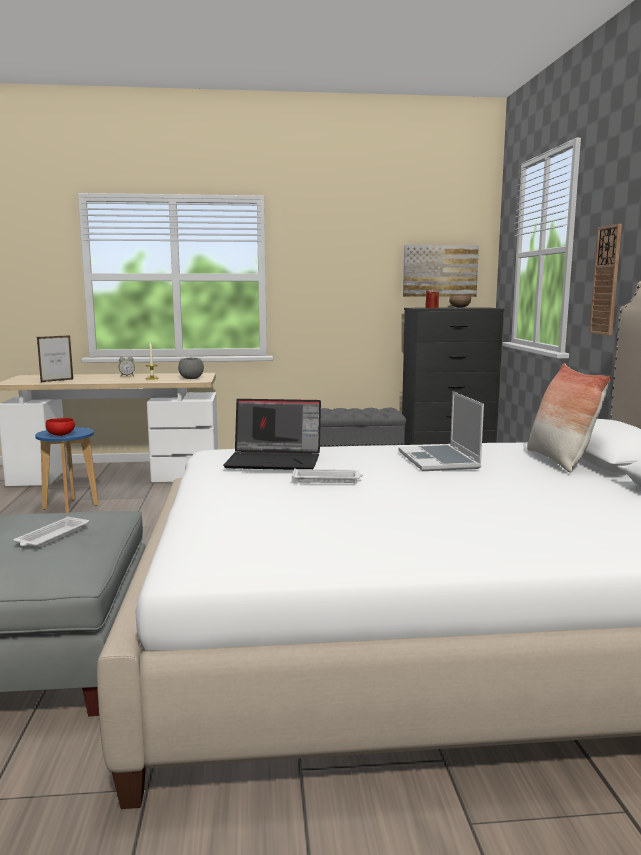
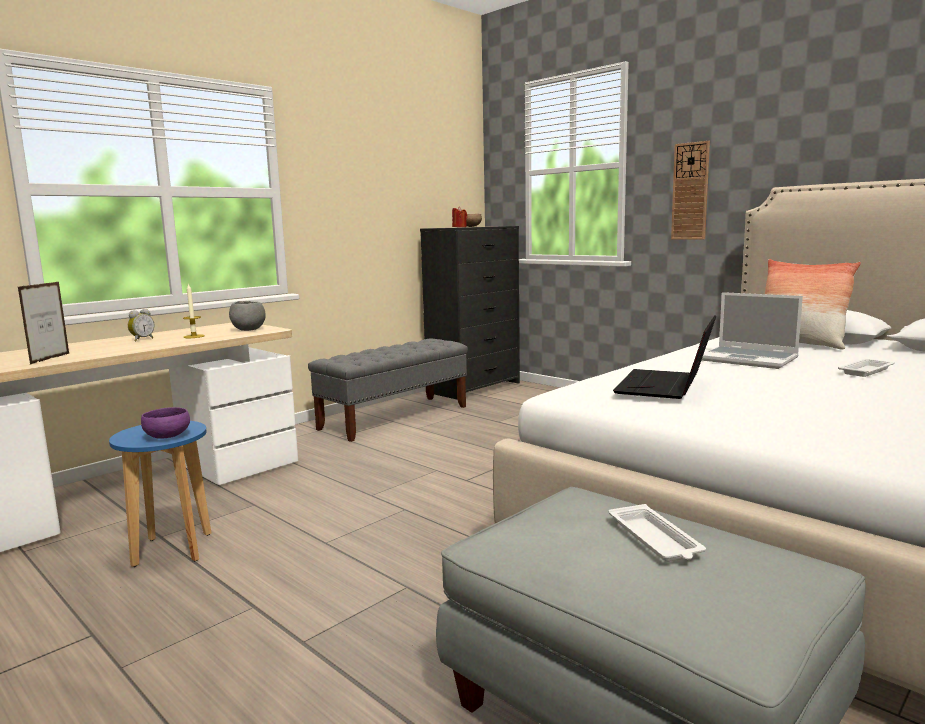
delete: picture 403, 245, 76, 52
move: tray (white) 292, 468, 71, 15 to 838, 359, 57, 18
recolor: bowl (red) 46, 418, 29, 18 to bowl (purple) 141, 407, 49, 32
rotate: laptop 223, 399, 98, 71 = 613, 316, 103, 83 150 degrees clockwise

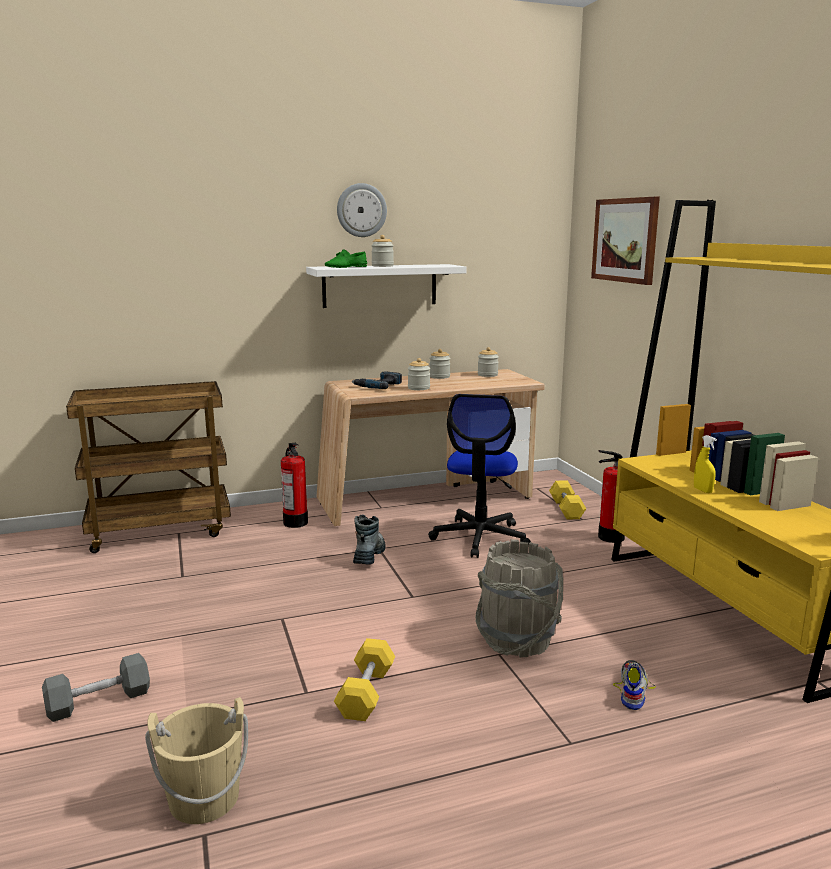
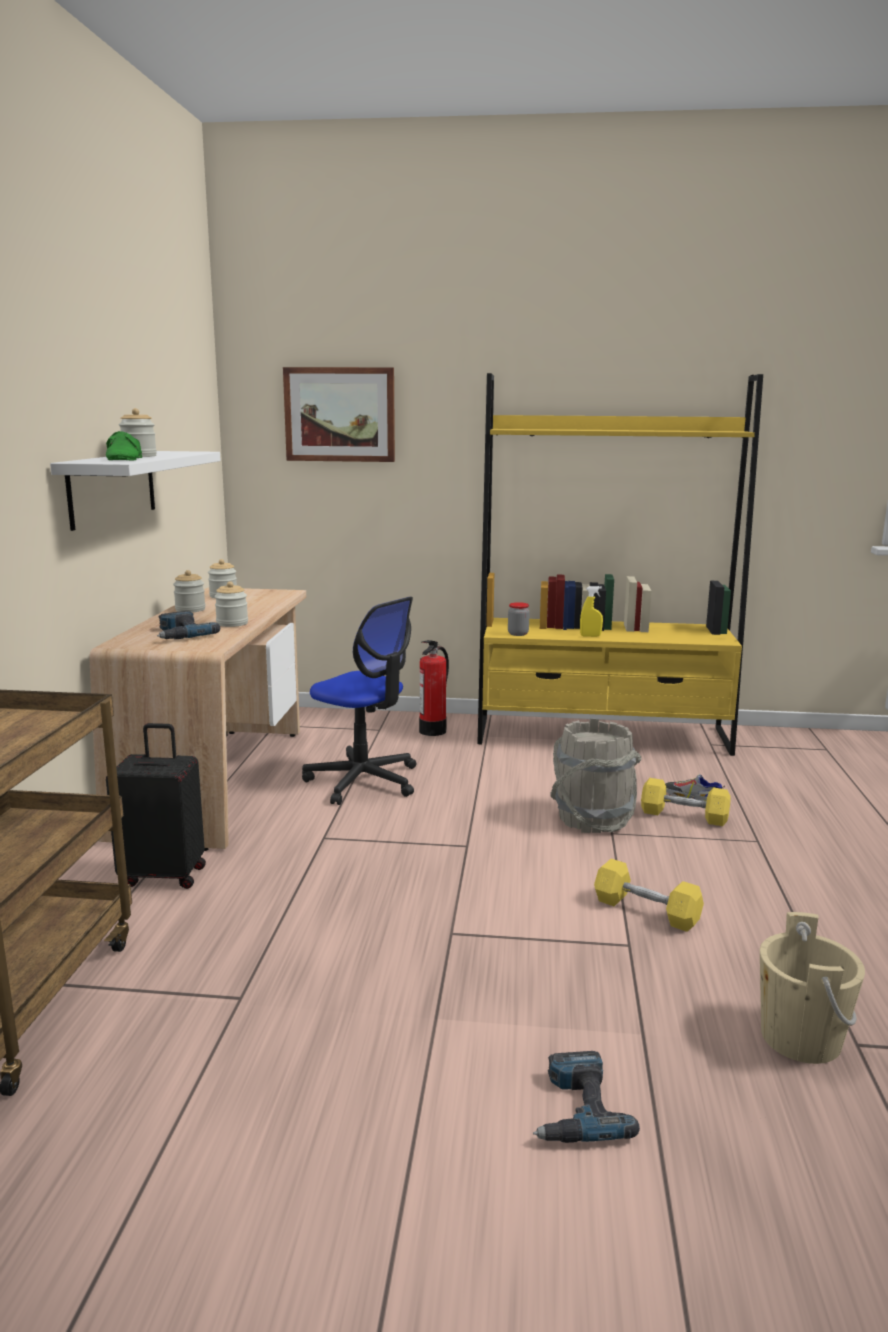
delete: wall clock 337, 183, 50, 54; boot 353, 514, 33, 51
insert: jar 508, 602, 22, 34
move: dumbbell (yellow) 549, 480, 37, 40 to 641, 778, 90, 48
replace: fire extinguisher 281, 443, 27, 85 to suitcase (black) 106, 723, 100, 166; dumbbell (grey) 42, 653, 108, 69 to power drill 533, 1051, 107, 92

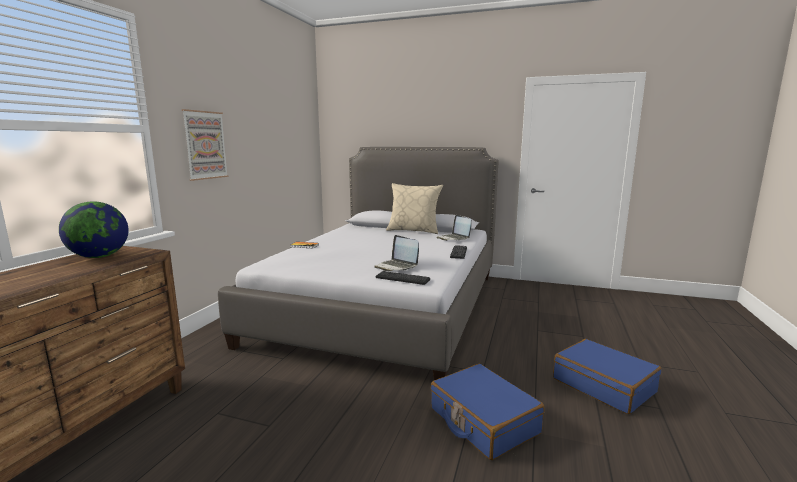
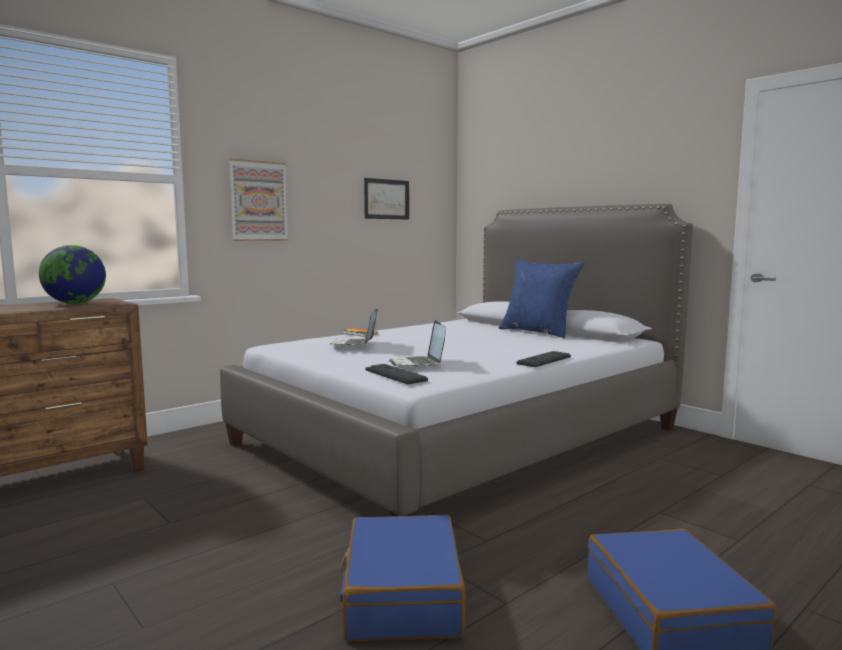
insert: picture 364, 178, 45, 42
move: laptop 437, 215, 34, 26 to 330, 308, 48, 38
recolor: pillow (beige) 386, 183, 57, 51 to pillow (blue) 499, 260, 85, 78

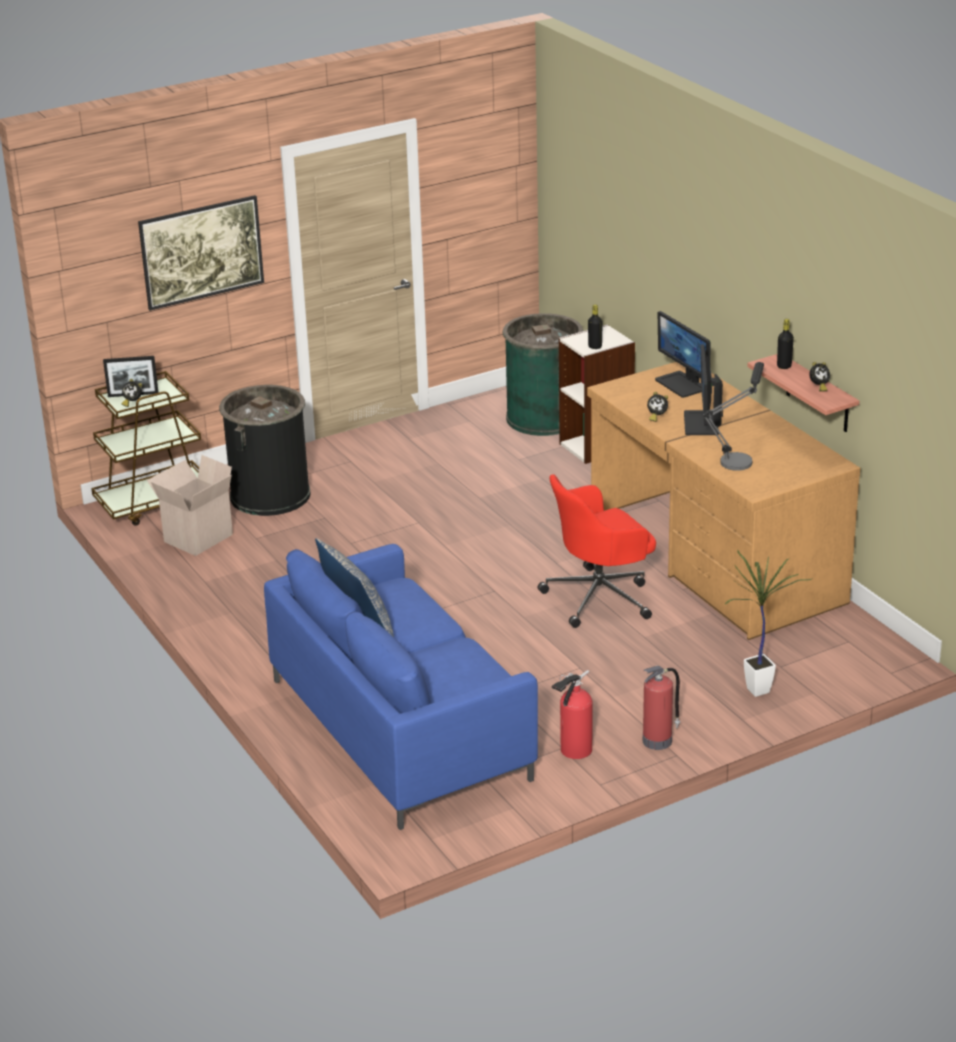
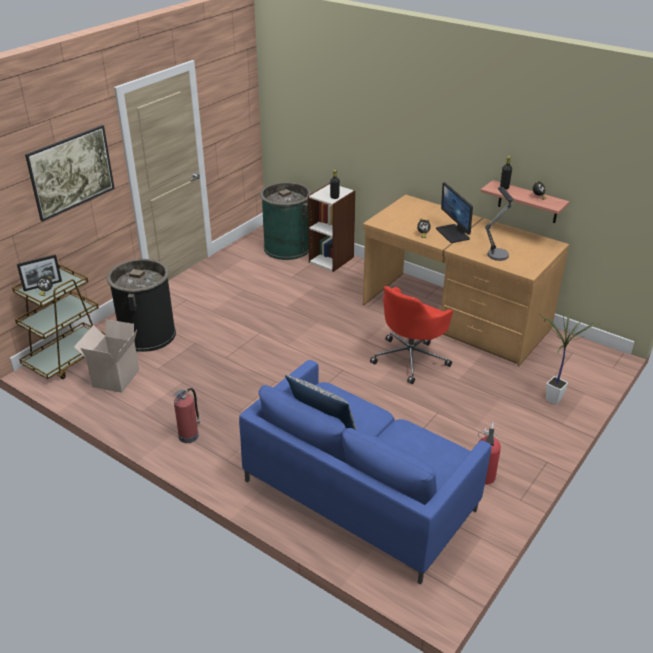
delete: monitor 655, 311, 55, 87
move: fire extinguisher 643, 666, 37, 84 to 173, 388, 27, 55

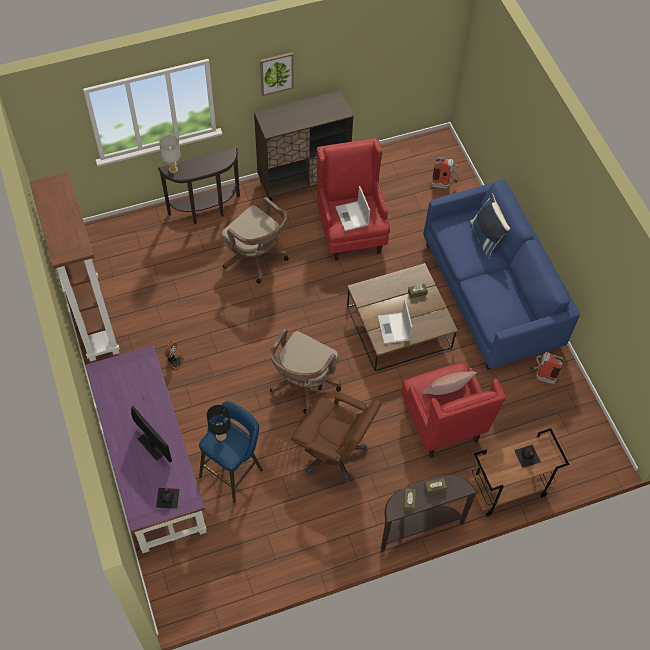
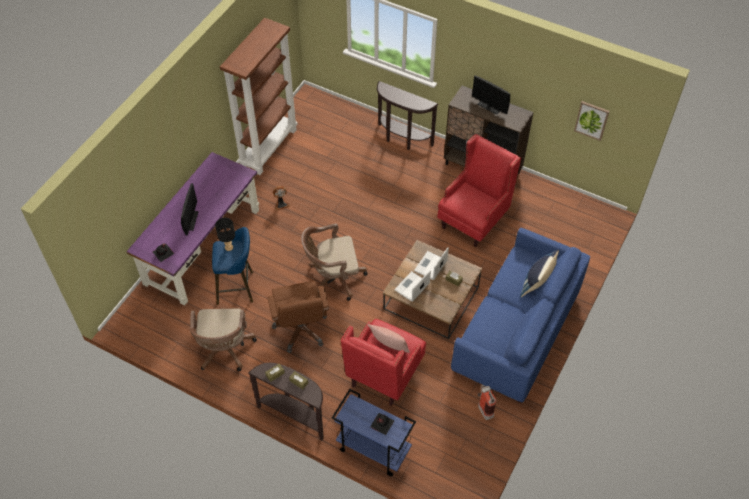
delete: table lamp (grey) 159, 135, 22, 39; fire extinguisher 431, 157, 27, 32
insert: monitor 472, 75, 38, 40
move: picture 260, 52, 34, 44 to 574, 101, 35, 40; laptop 335, 186, 35, 45 to 414, 247, 35, 33; office chair (brown) 221, 197, 67, 86 to 190, 308, 67, 63
recolor: cart (brown) 468, 428, 101, 88 to cart (blue) 331, 389, 85, 87

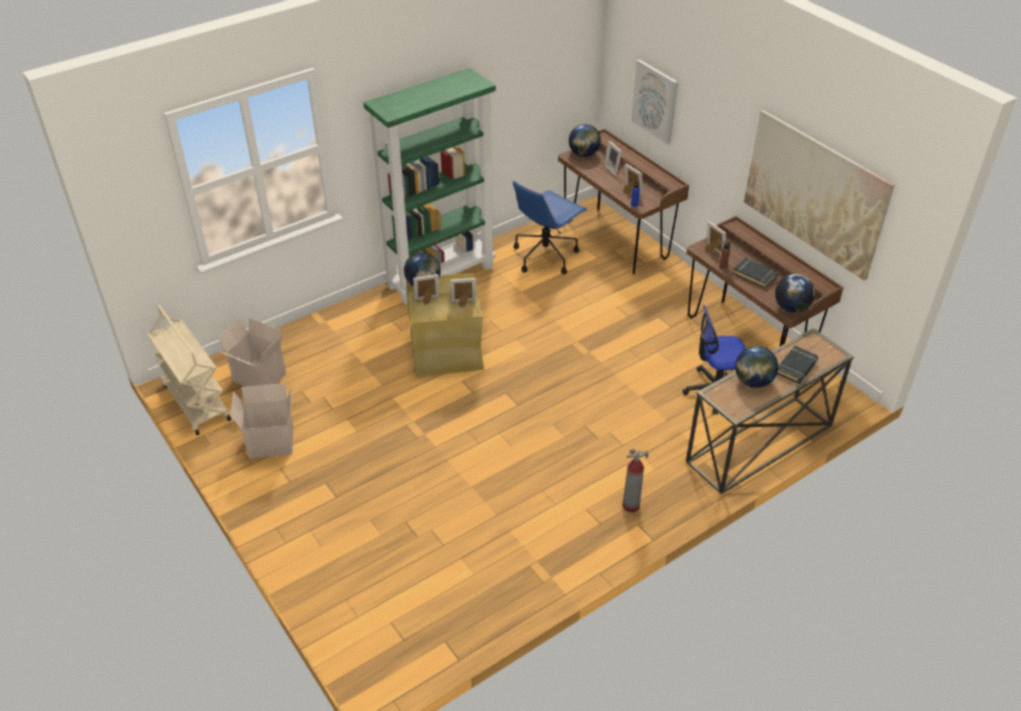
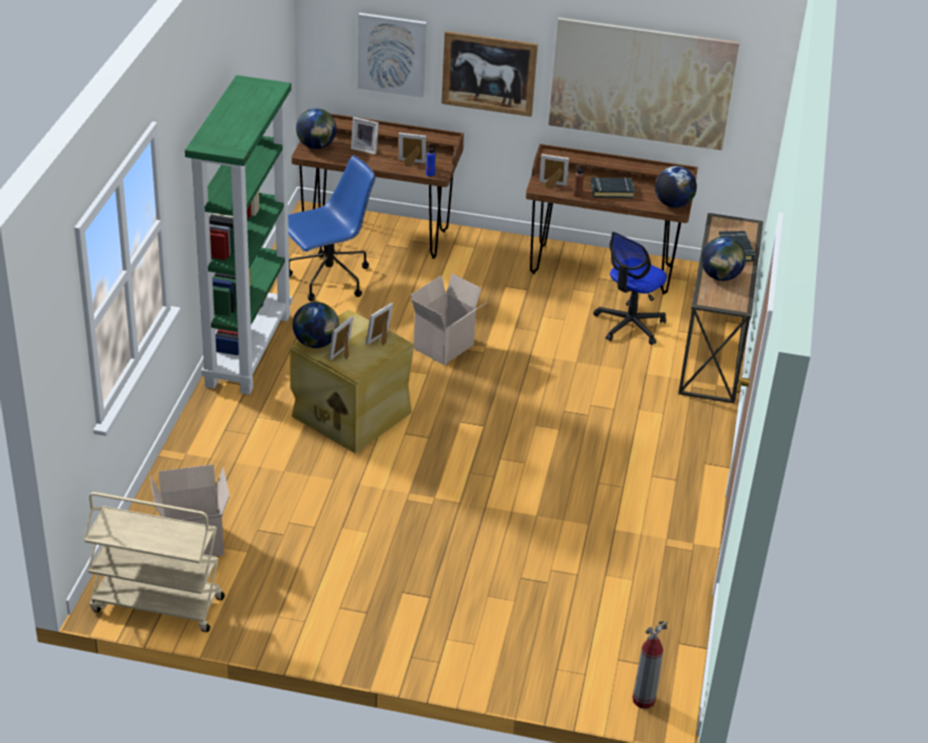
insert: picture 441, 31, 97, 86
move: cardboard box 231, 383, 62, 75 to 411, 273, 76, 92; fire extinguisher 622, 449, 27, 63 to 632, 621, 36, 88
rotate: office chair (blue) 513, 181, 74, 93 = 288, 155, 88, 146 120 degrees counterclockwise

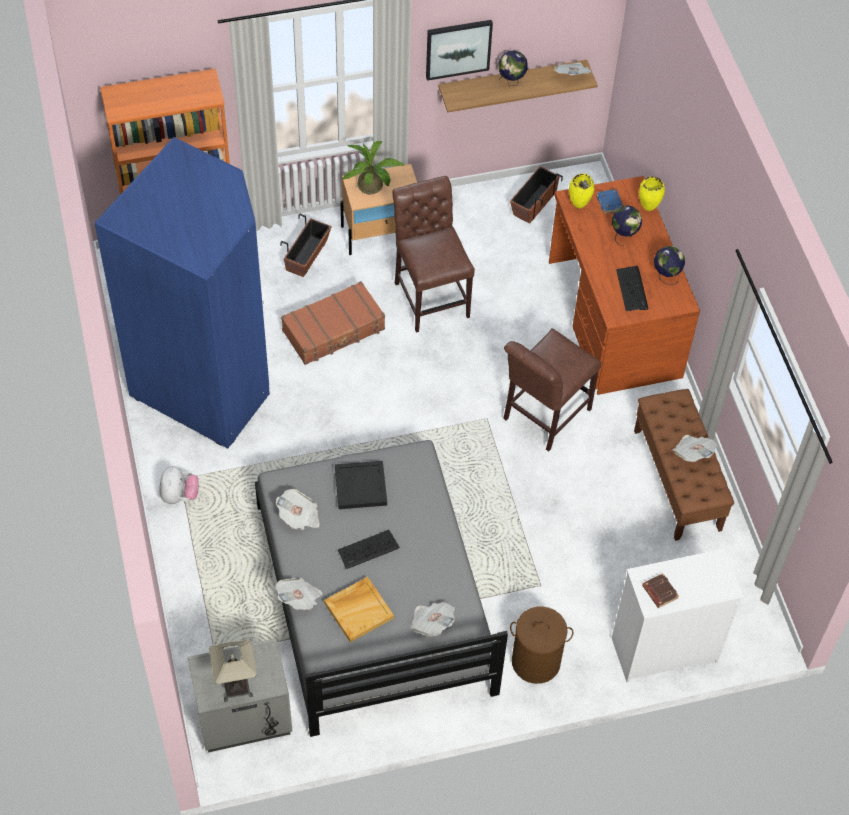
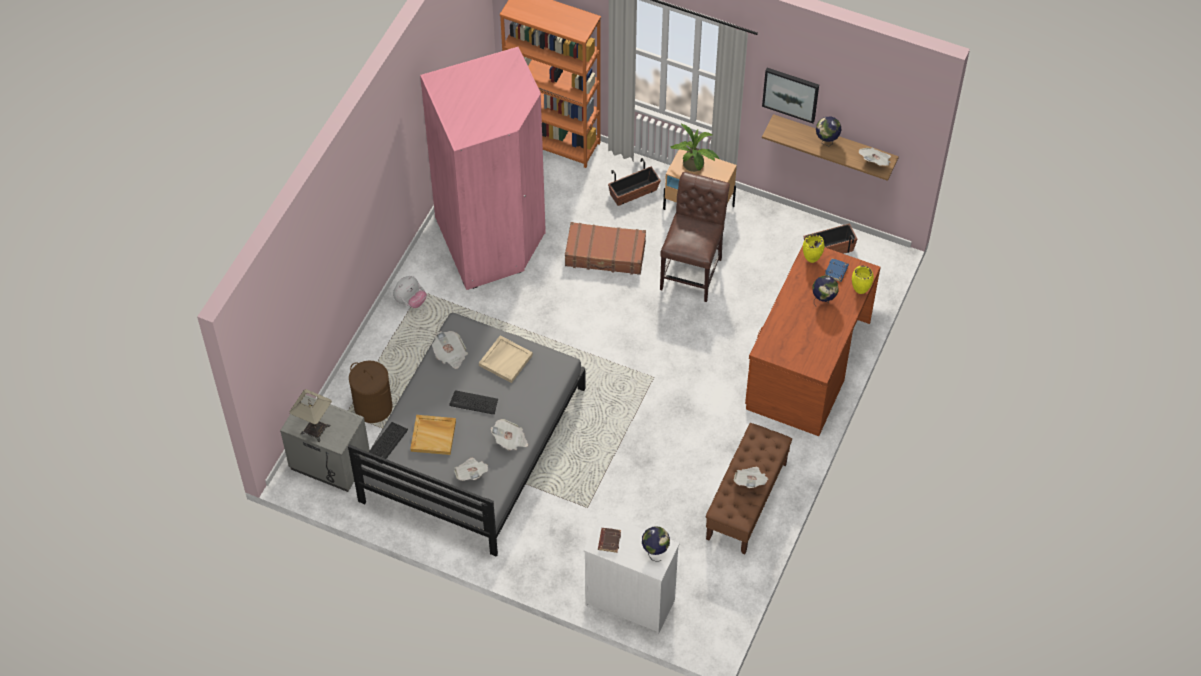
delete: chair (brown) 503, 328, 98, 124
move: globe 654, 246, 31, 39 to 642, 526, 28, 36; keyboard 616, 266, 32, 45 to 369, 422, 39, 42; newspaper 275, 578, 48, 32 to 491, 419, 37, 32; laundry basket (brown) 510, 606, 63, 78 to 349, 360, 44, 63
recolor: wardrobe (blue) 95, 137, 175, 311 to wardrobe (pink) 420, 47, 126, 243; tray (black) 335, 461, 52, 48 to tray (beige) 479, 335, 54, 48

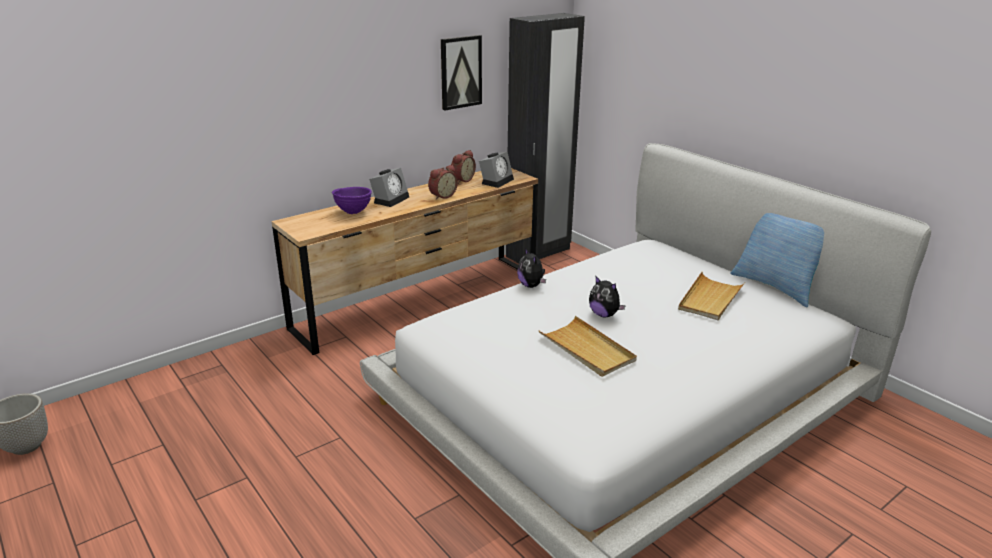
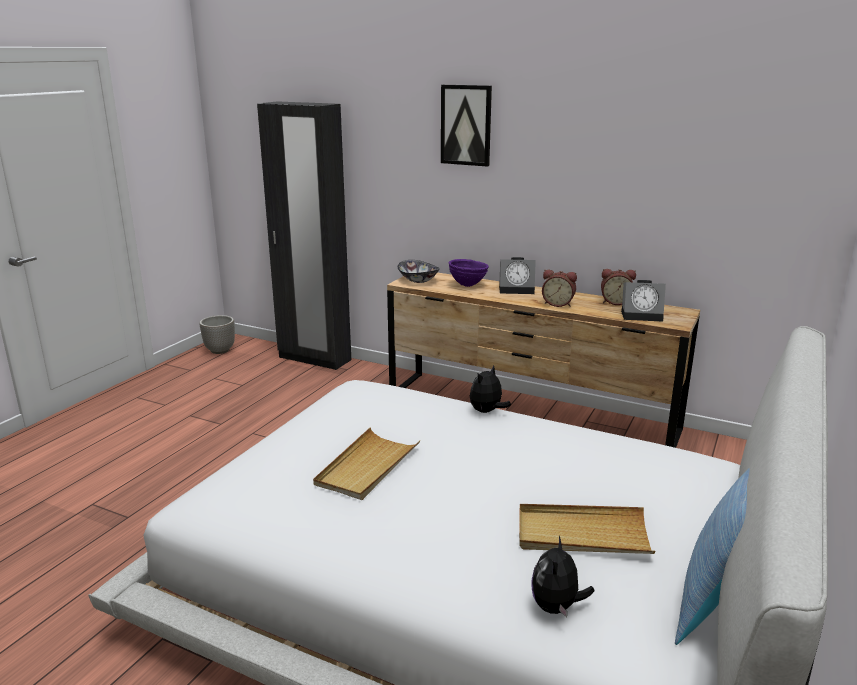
insert: bowl 398, 260, 42, 23
move: wardrobe (black) 506, 13, 79, 250 to 257, 101, 94, 269; picture 441, 35, 41, 76 to 441, 85, 51, 82; plush toy 589, 276, 37, 41 to 531, 536, 63, 82

